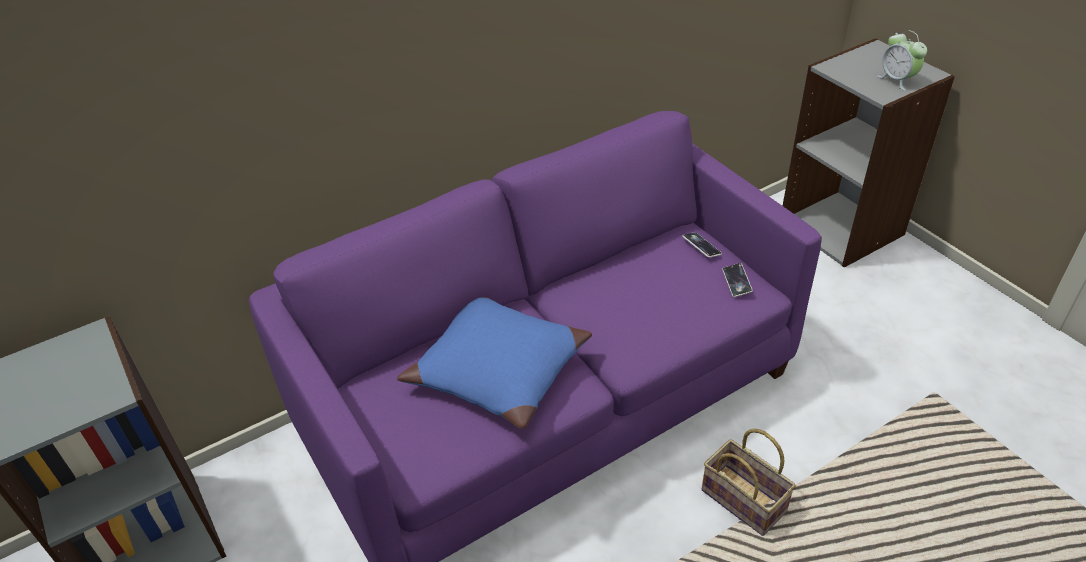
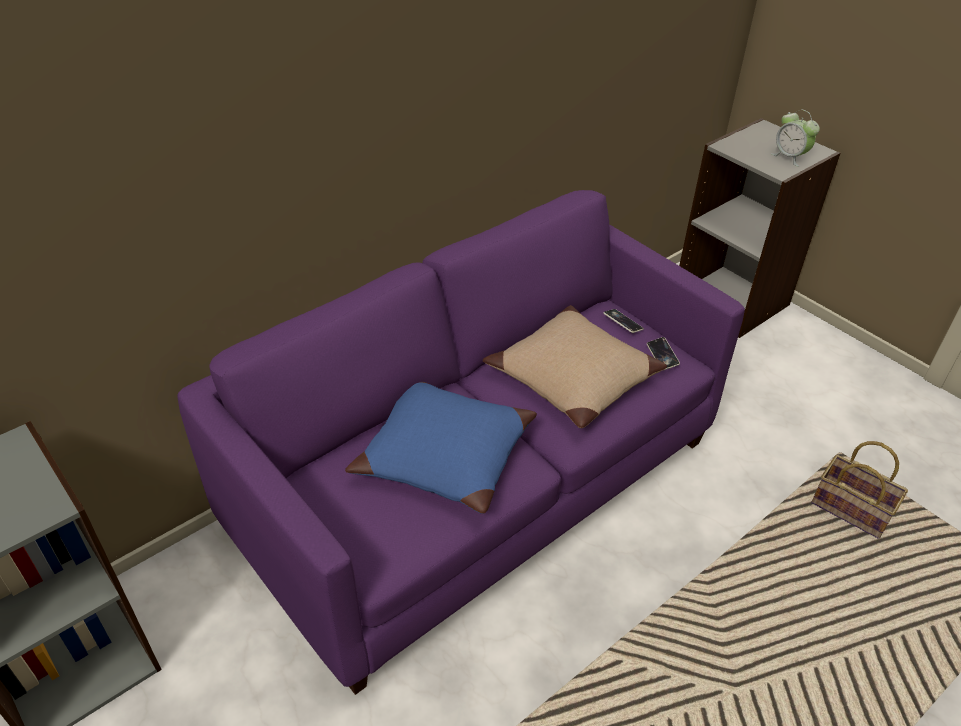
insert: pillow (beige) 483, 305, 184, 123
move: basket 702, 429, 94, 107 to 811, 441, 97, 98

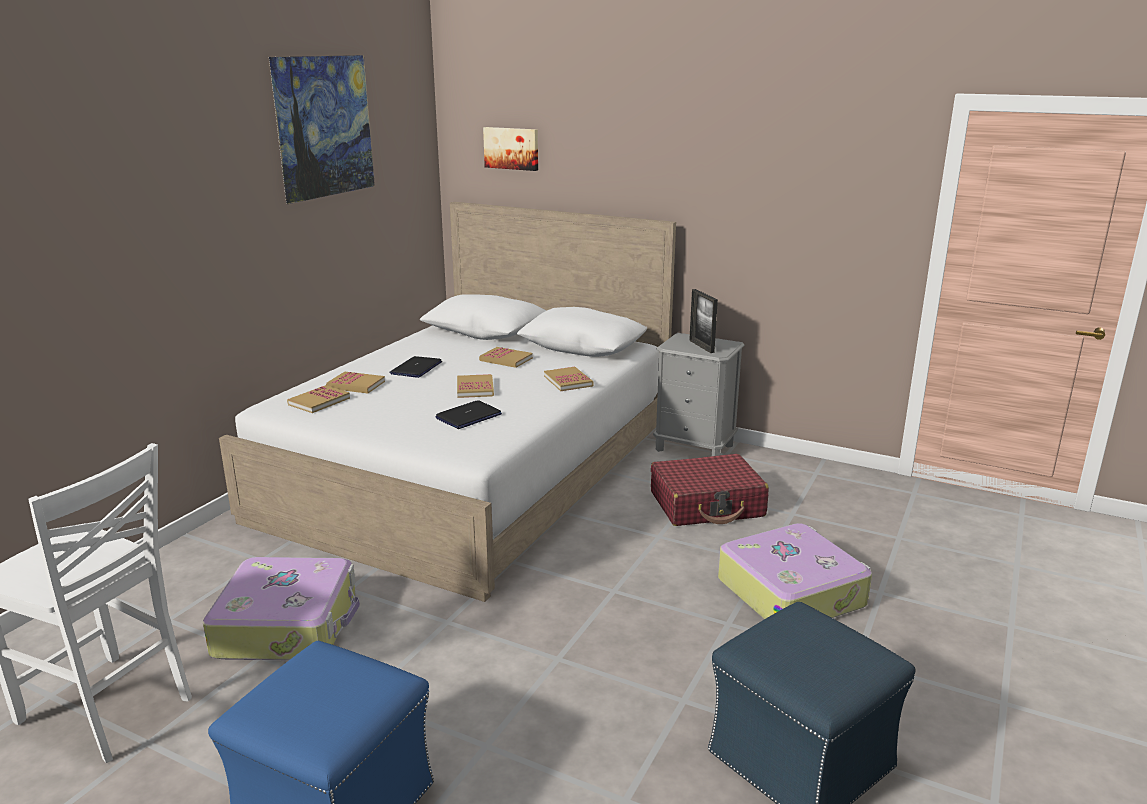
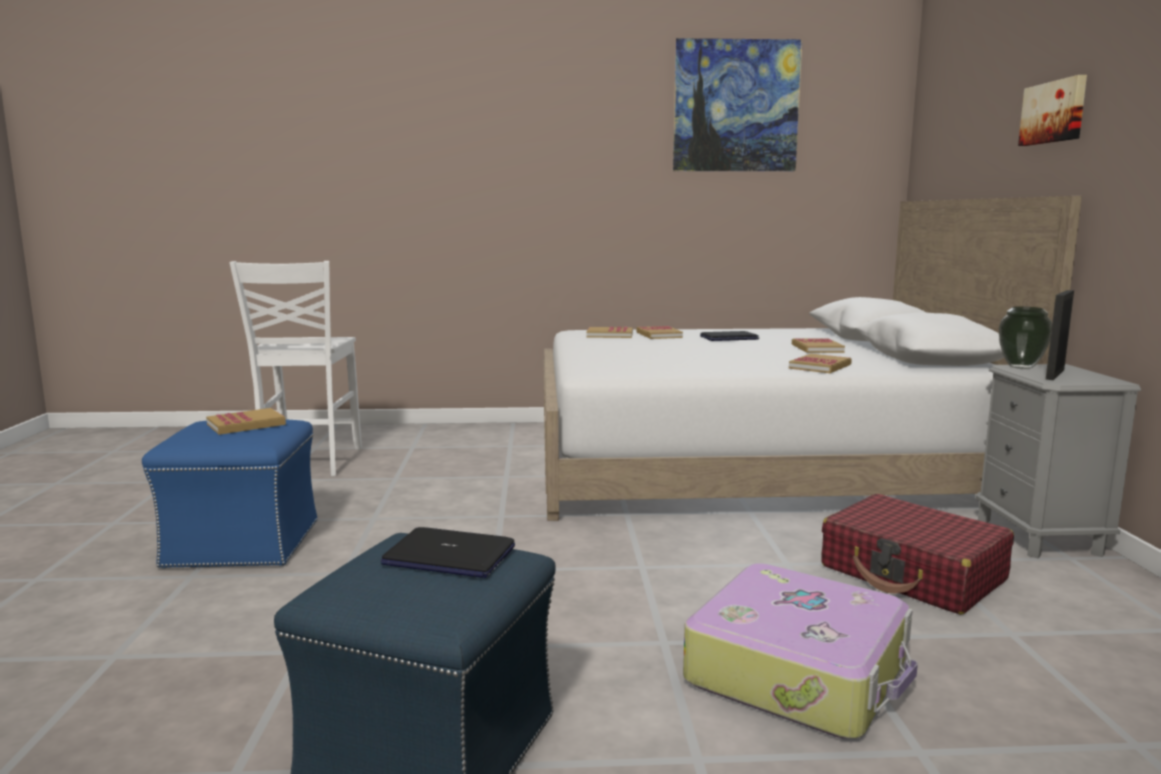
delete: suitcase 203, 557, 157, 103
insert: vase 999, 306, 53, 63
move: picture 483, 127, 55, 44 to 1018, 75, 69, 71; book 457, 374, 37, 24 to 206, 408, 80, 27; laptop 435, 400, 67, 29 to 381, 527, 134, 51

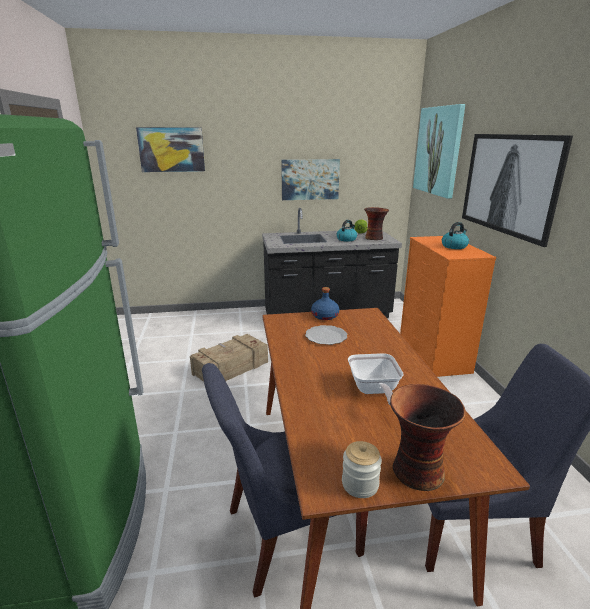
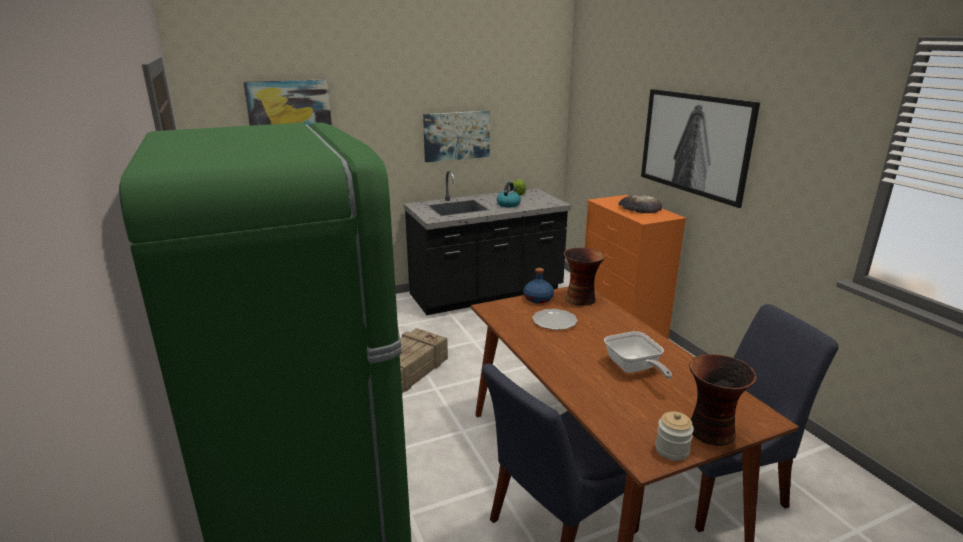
delete: picture 413, 104, 52, 95
move: vase 364, 207, 25, 33 to 564, 248, 41, 58
replace: kettle 442, 222, 27, 27 to bread 618, 195, 44, 18

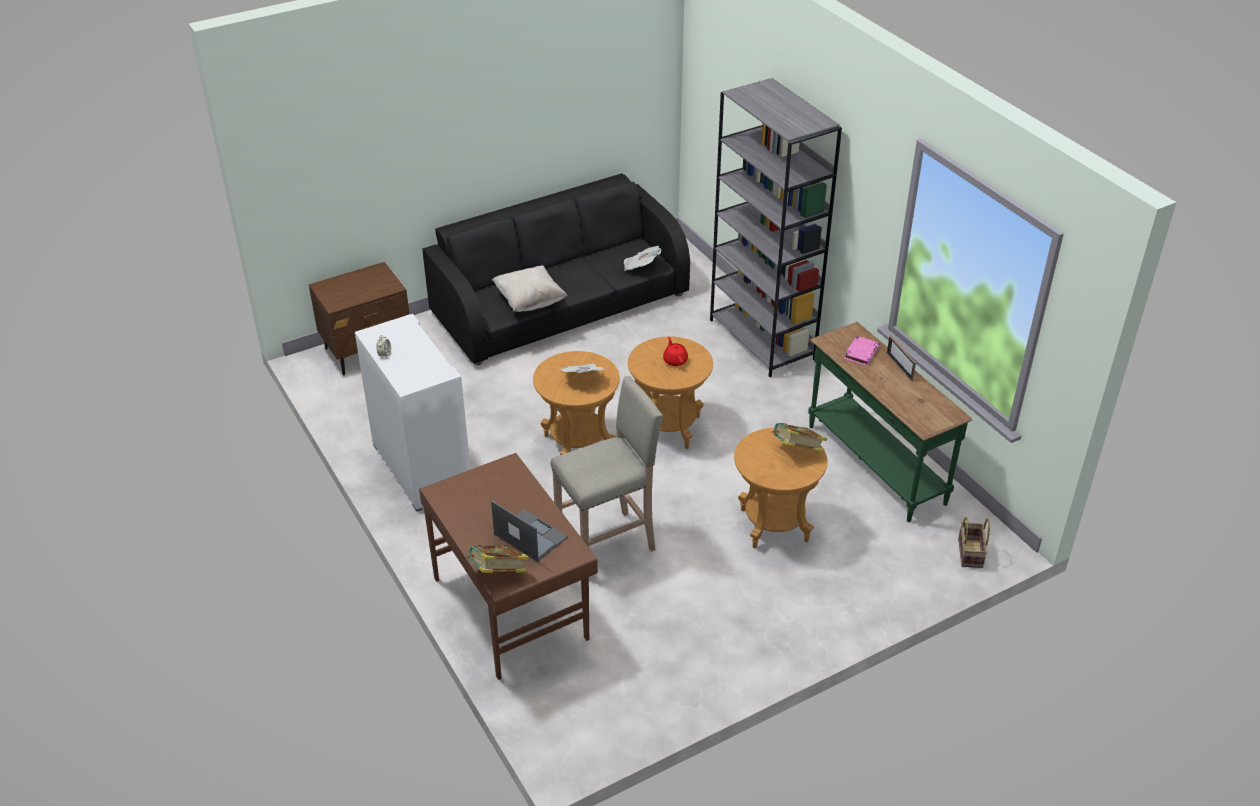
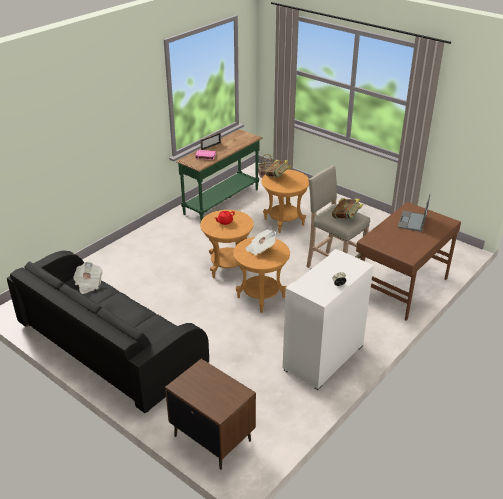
delete: bookcase (grey) 710, 78, 132, 299; pillow (beige) 492, 265, 76, 47
move: book 466, 545, 63, 28 to 332, 198, 31, 21

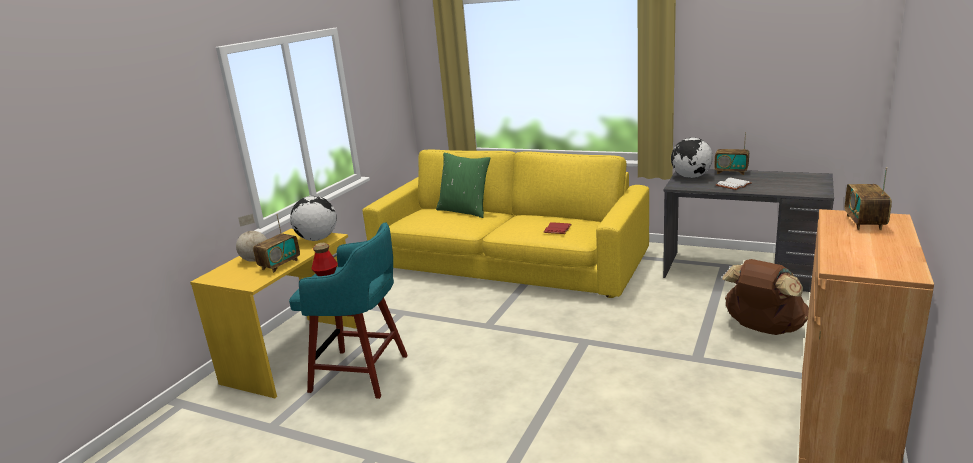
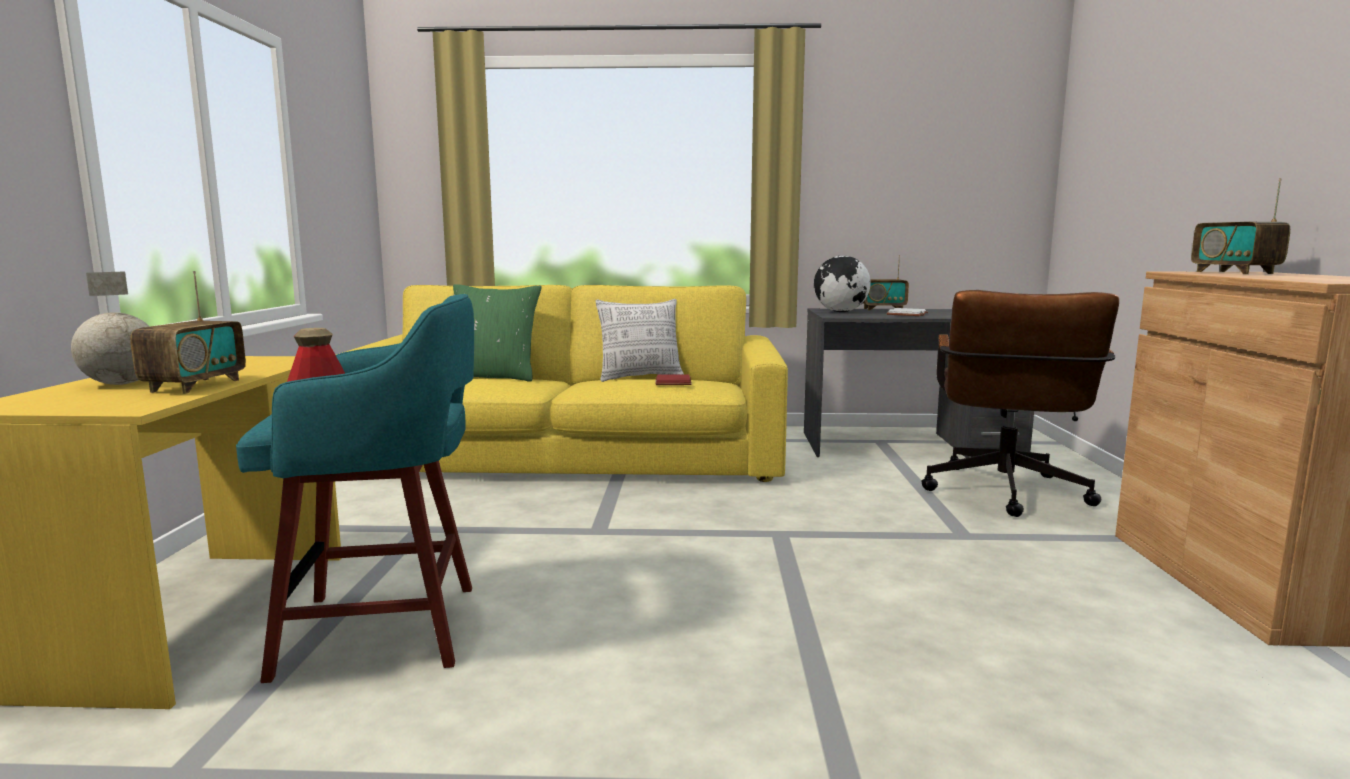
delete: globe 290, 196, 47, 45
insert: pillow 595, 299, 89, 83
replace: backpack (brown) 722, 259, 87, 76 to office chair (brown) 921, 290, 198, 227

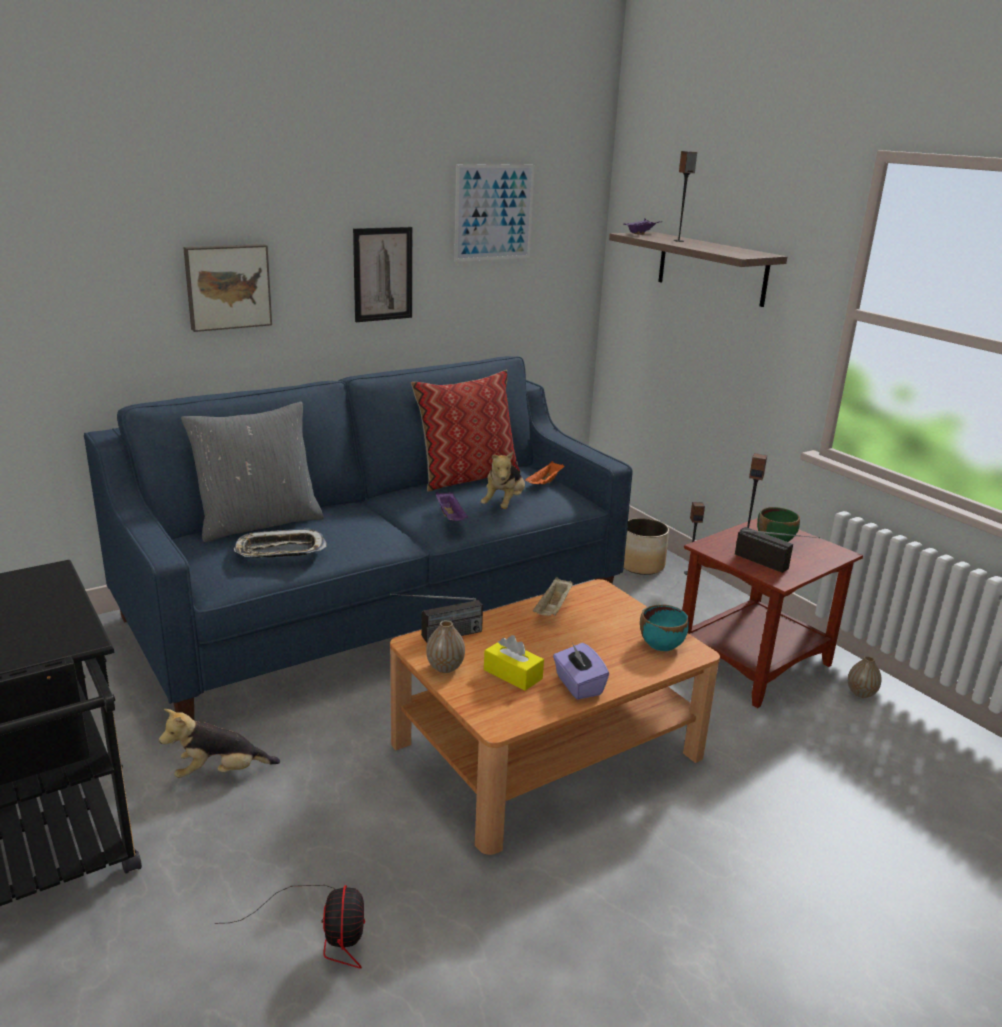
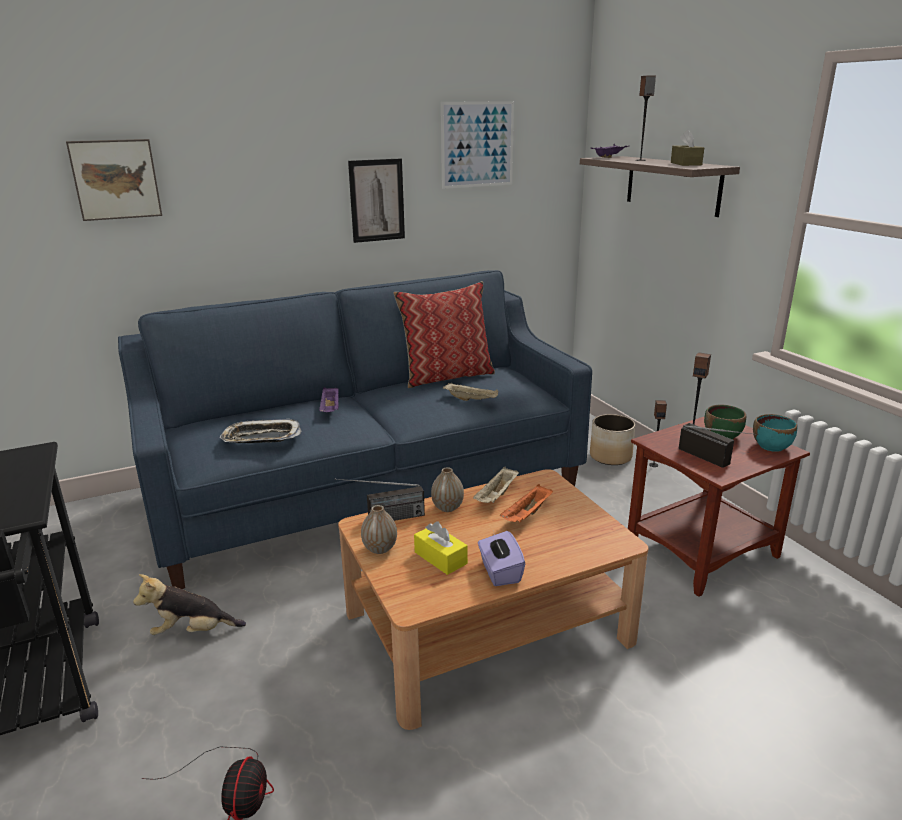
delete: pillow (grey) 181, 402, 143, 140
insert: tissue box (brown) 671, 129, 33, 37
move: picture 183, 244, 89, 88 to 66, 139, 96, 82; tray (orange) 525, 461, 39, 23 to 500, 484, 53, 39; tray (purple) 435, 492, 33, 29 to 319, 387, 20, 25; bowl (turquoise) 640, 604, 49, 47 to 753, 414, 45, 38; vase 848, 656, 34, 42 to 431, 467, 33, 45
replace: plush toy 481, 451, 44, 58 to tray (beige) 443, 383, 56, 18

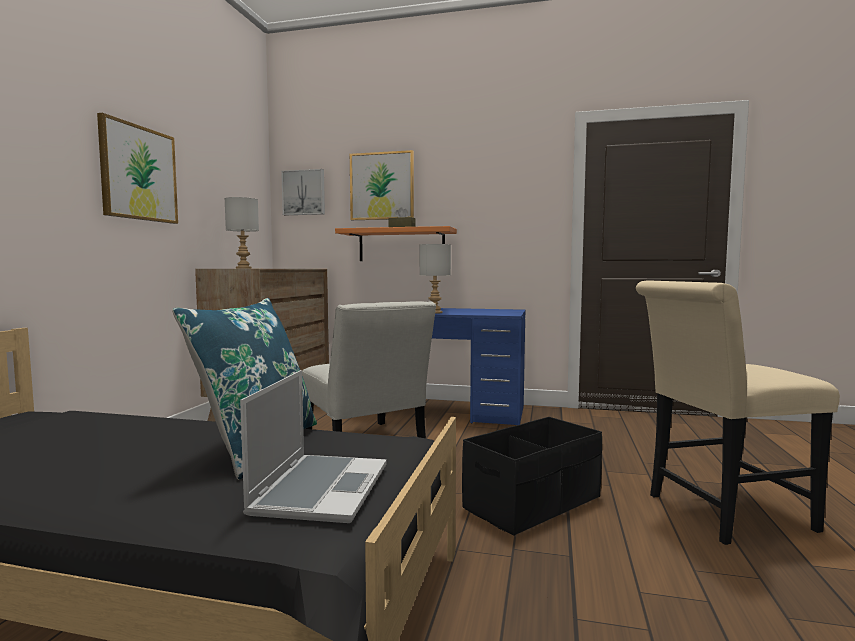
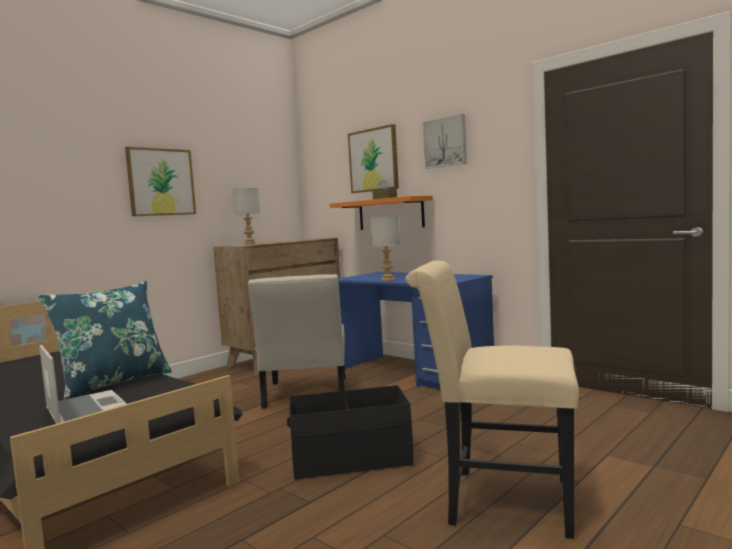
move: picture 281, 169, 44, 46 to 423, 114, 44, 55
rotate: laptop 240, 370, 147, 153 = 39, 345, 88, 79 75 degrees counterclockwise

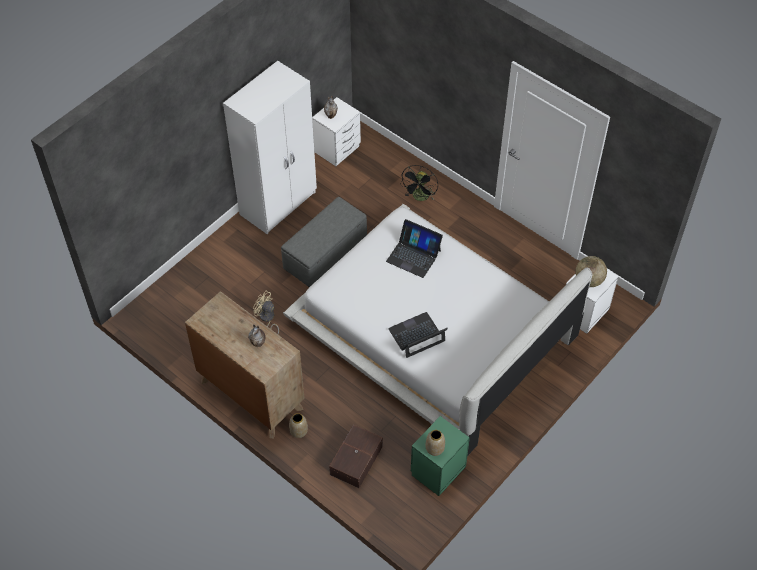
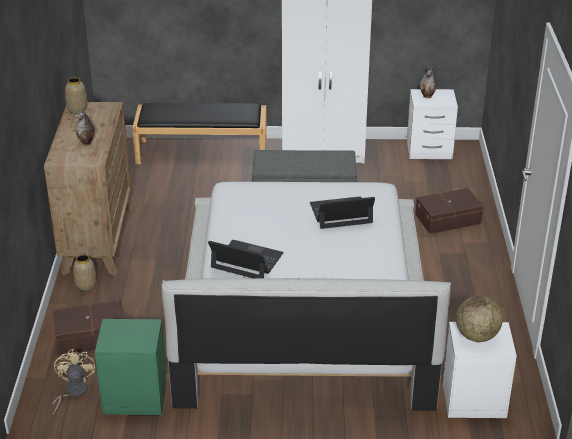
insert: bench (black) 132, 103, 135, 61
move: fan (beige) 253, 291, 26, 43 to 52, 349, 43, 66; vase 426, 430, 19, 26 to 65, 77, 23, 37
replace: fan (black) 400, 165, 38, 36 to storage box (brown) 415, 188, 69, 46
rotate: laptop 386, 219, 57, 59 = 310, 196, 65, 33 90 degrees clockwise

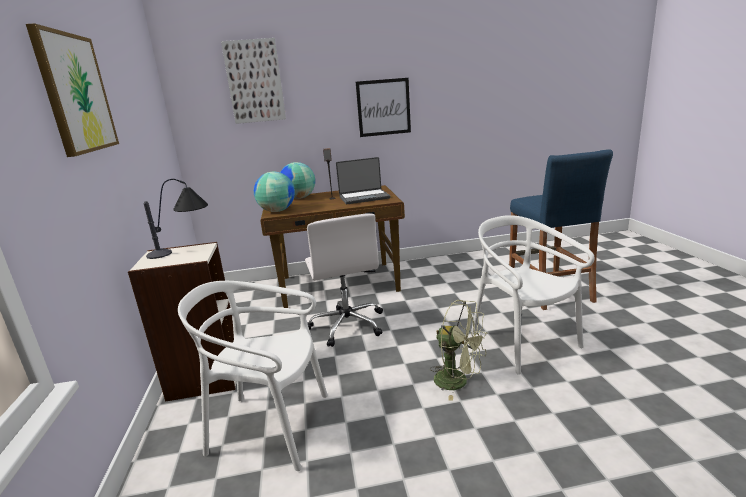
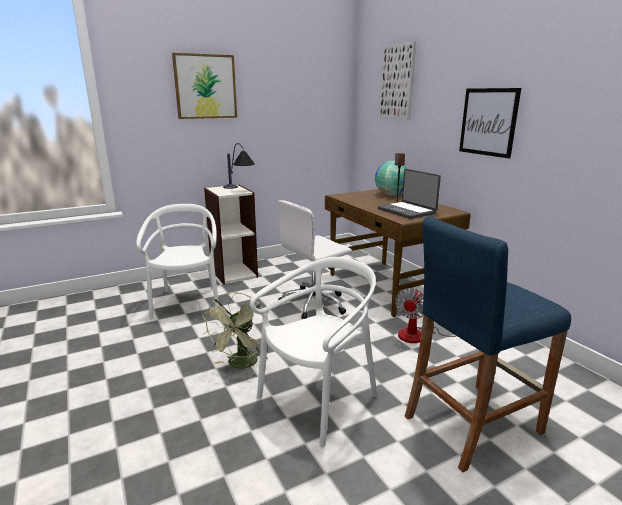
delete: globe 254, 171, 41, 41
insert: fan 395, 288, 61, 55

